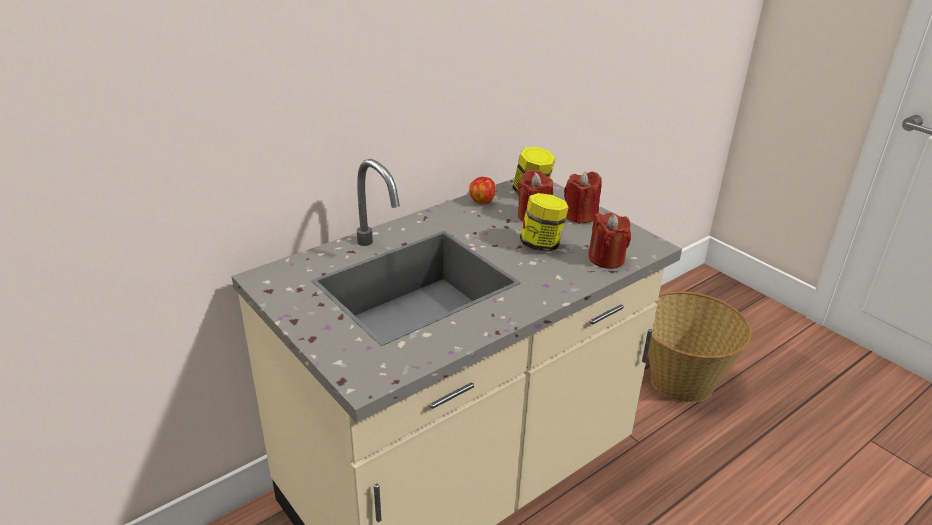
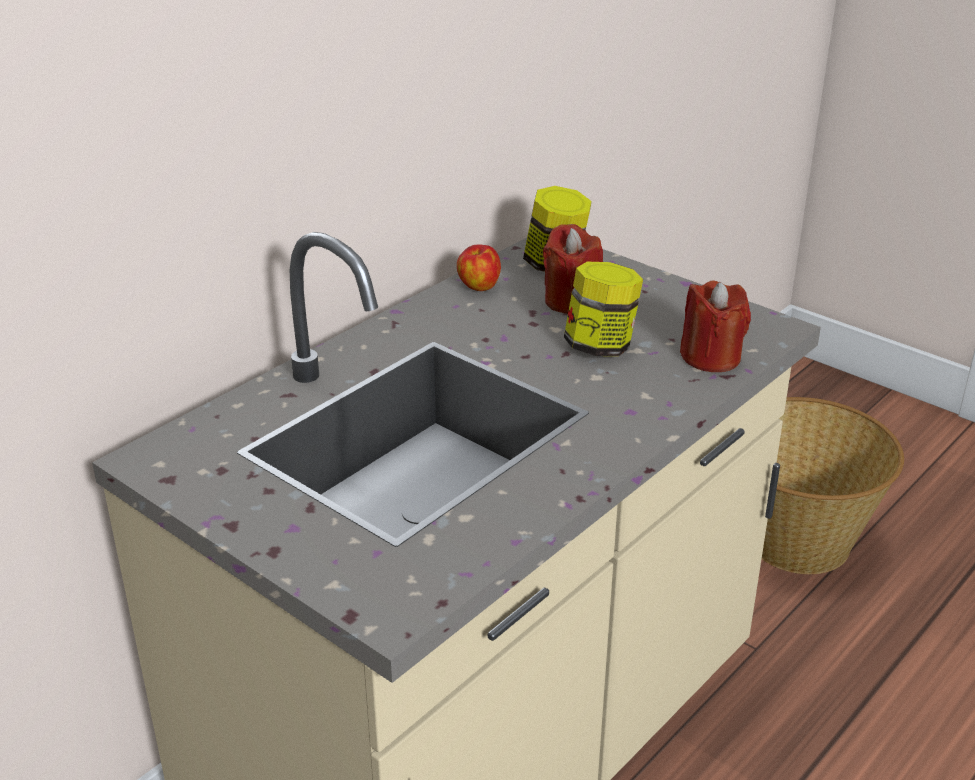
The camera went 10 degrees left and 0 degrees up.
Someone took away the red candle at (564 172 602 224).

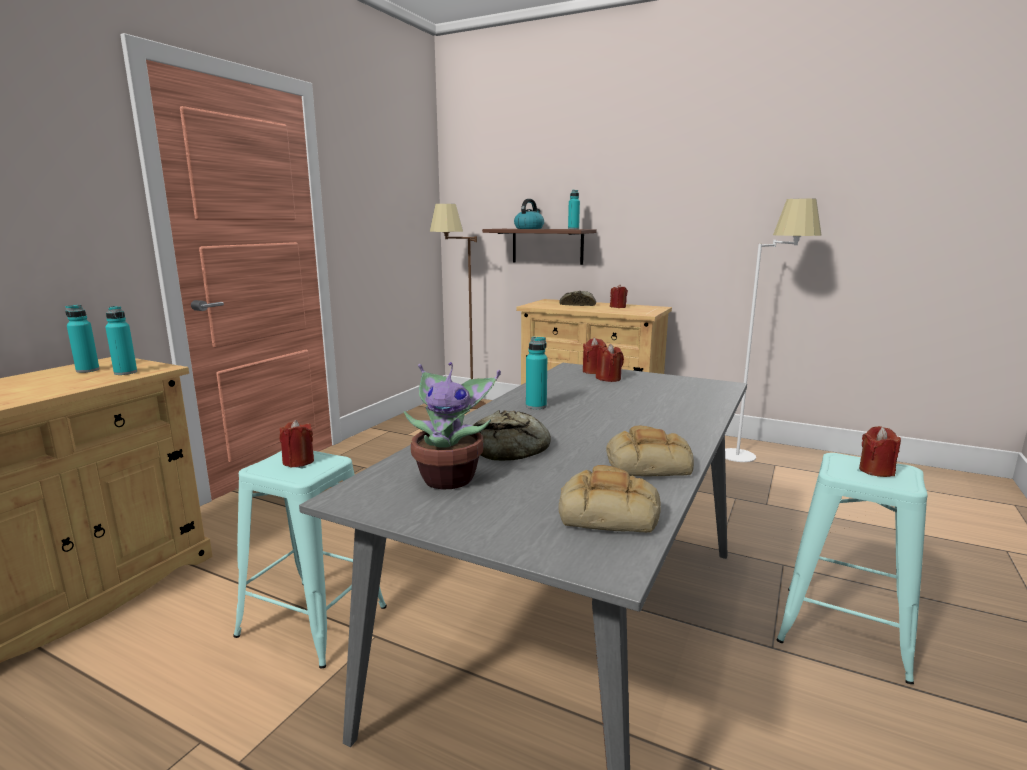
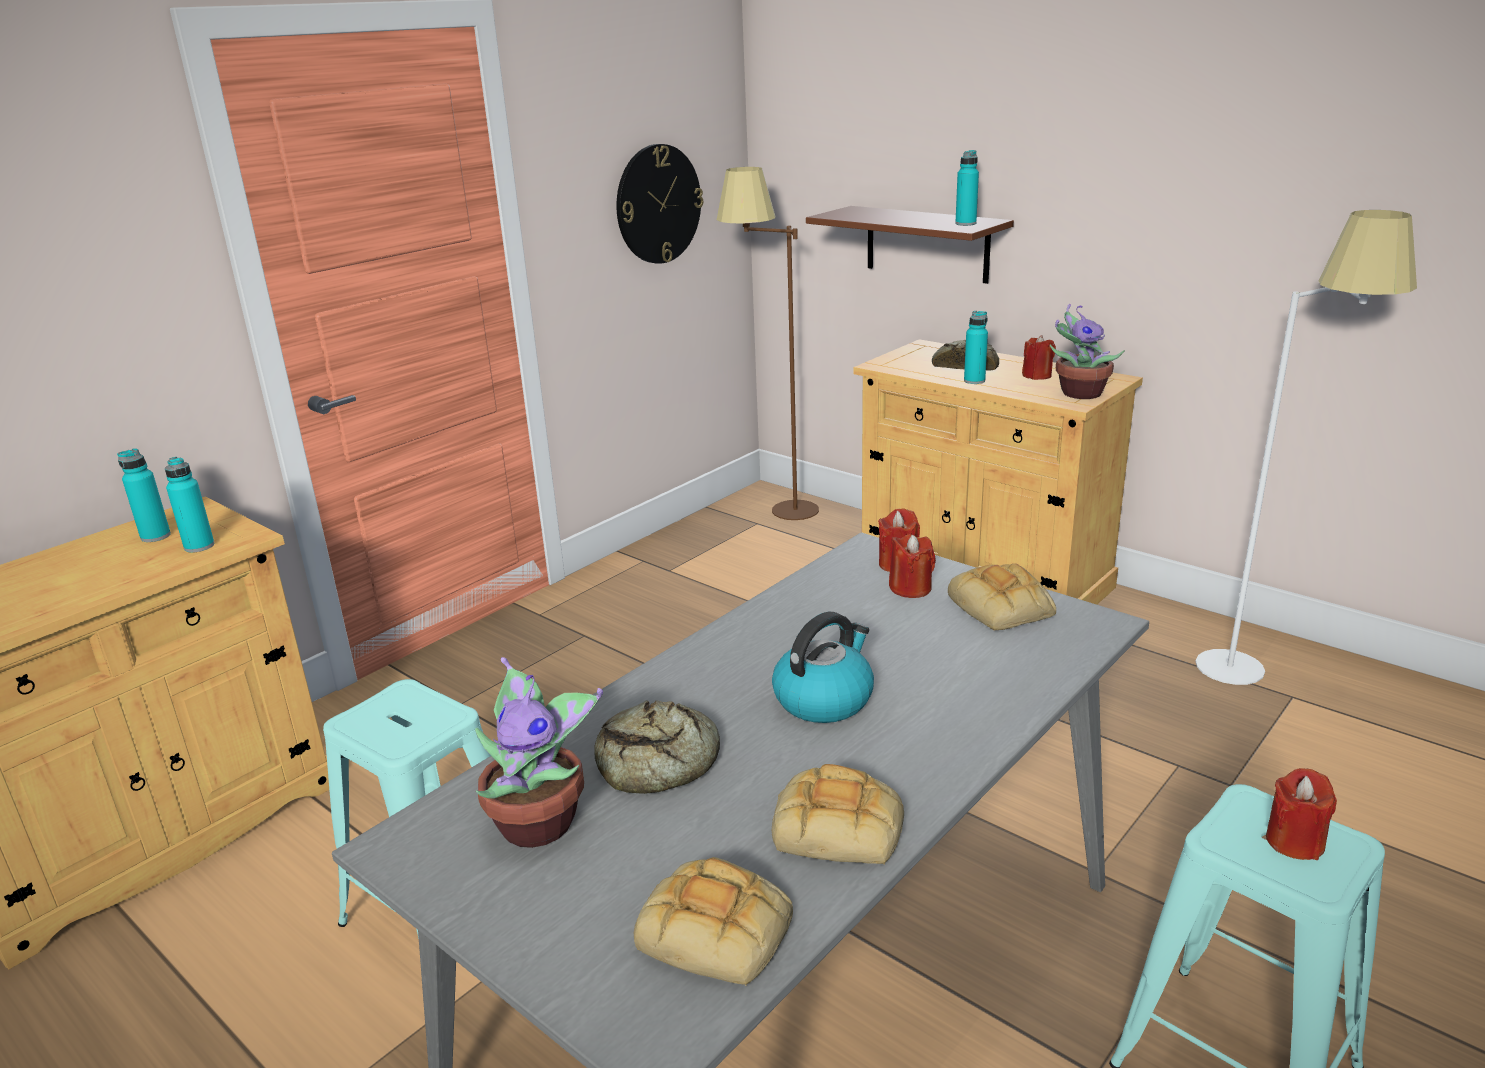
The camera went 15 degrees right and 10 degrees up.
Someone put up the wall clock at (616 144 703 264).
Someone carried the kettle from (514 199 544 229) to (772 612 874 723).
Someone put down the bread at (948 563 1056 631).
Someone carried the turquoise bottle from (526 336 547 409) to (964 311 988 384).
Someone put down the potted plant at (1050 304 1125 399).
Someone took away the red candle at (280 420 314 467).

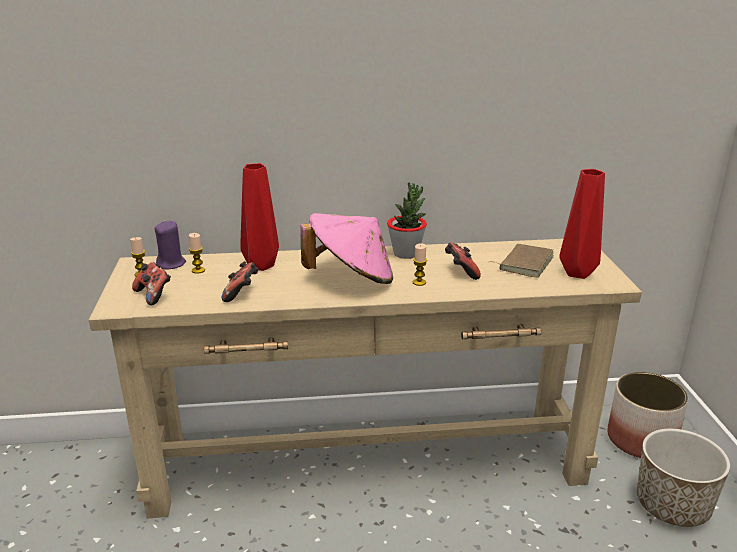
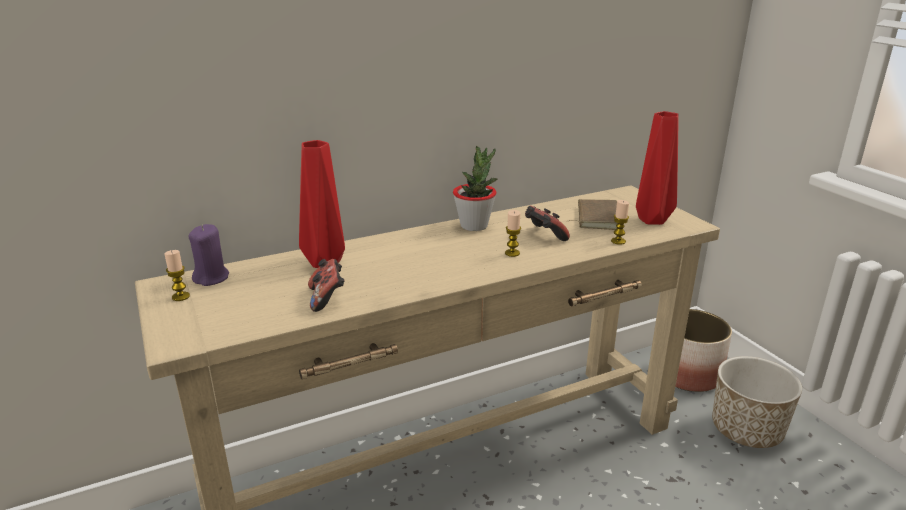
The camera went 20 degrees left and 0 degrees up.
Someone carried the candle from (189 233 205 274) to (611 200 629 245).
Someone took away the game controller at (132 262 171 305).
Someone took away the pink hat at (300 213 393 284).

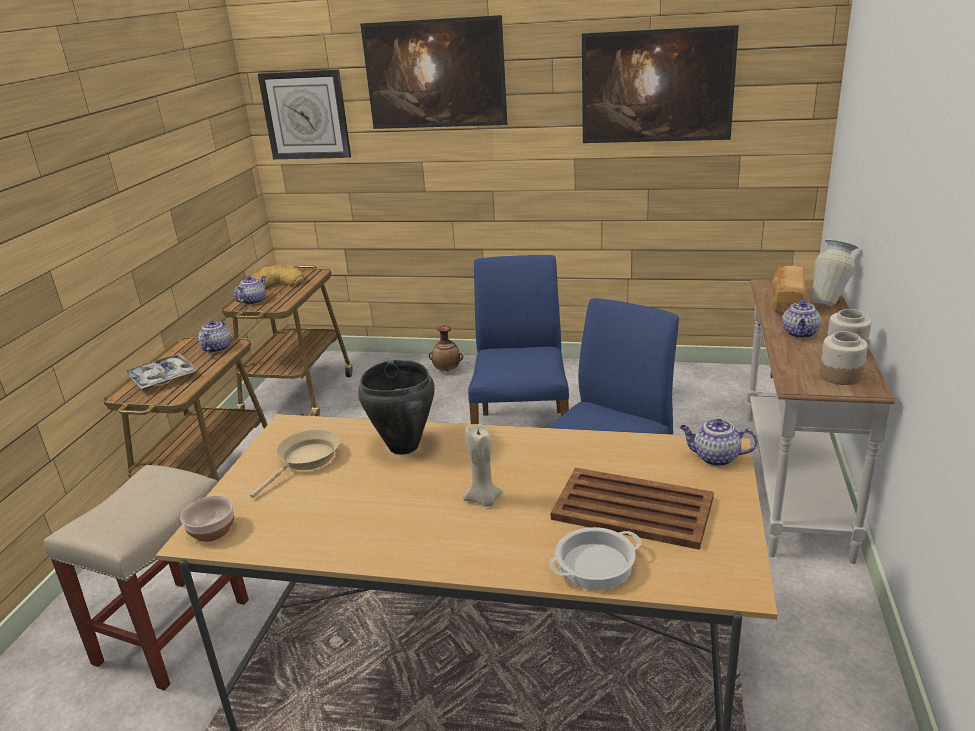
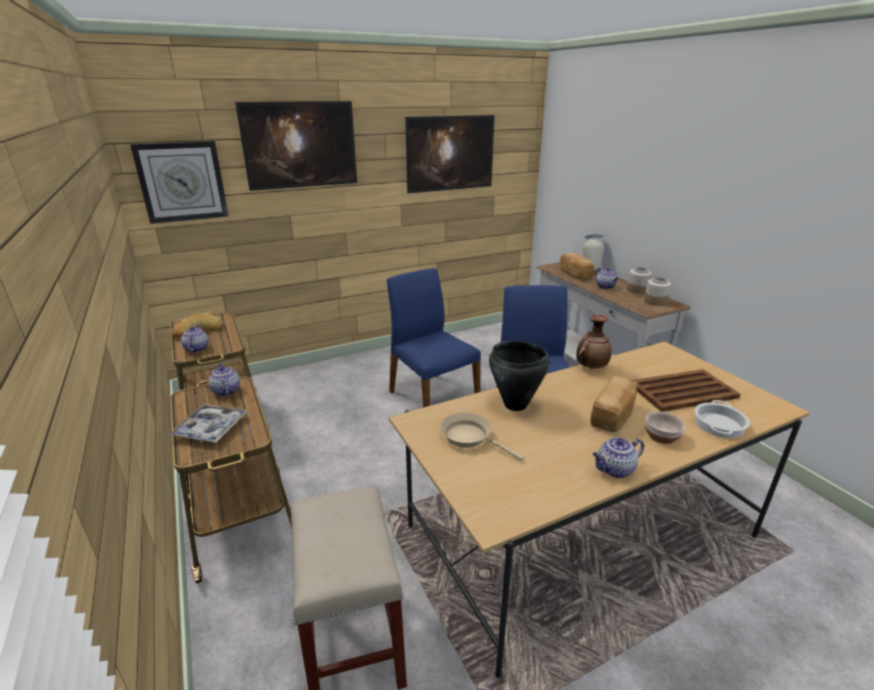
The camera went 40 degrees left and 0 degrees up.
Someone rotated the beige frying pan at (250 429 339 498) by 45 degrees counterclockwise.
Someone carried the vase from (429 325 463 371) to (576 315 611 369).
Someone swapped the beige candle at (463 424 503 507) for the bread at (590 376 637 432).
Someone carried the teapot from (680 419 758 466) to (593 437 644 478).
Someone carried the bowl from (180 495 234 542) to (645 411 685 444).

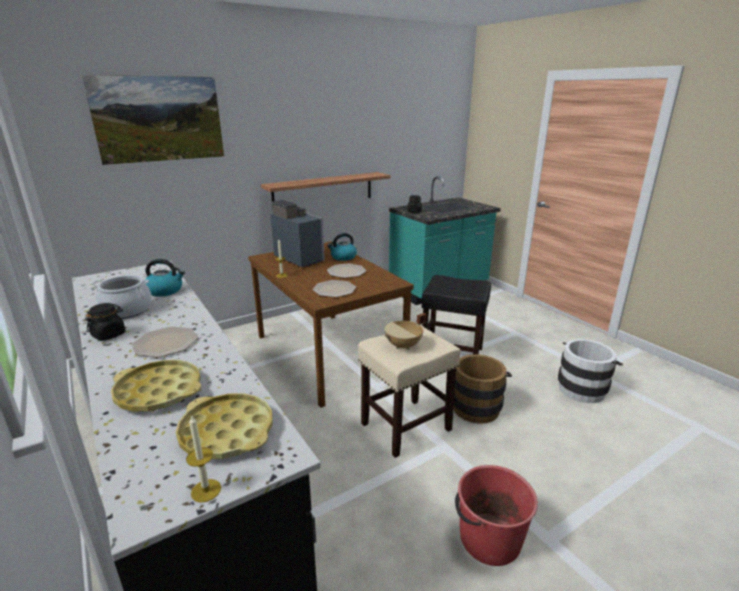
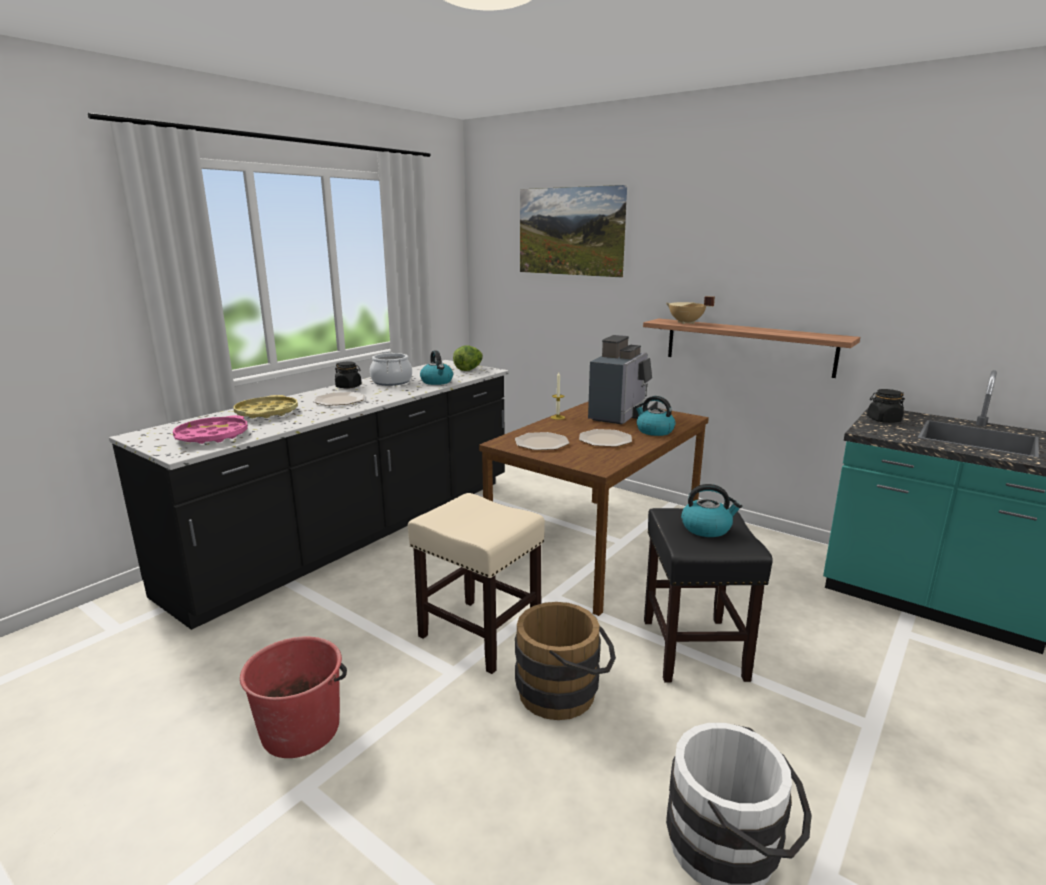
The camera went 70 degrees right and 5 degrees down.
Someone repainted the yellow tray at (176 393 273 459), which became the pink tray at (173 415 248 444).
Someone put down the lettuce at (453 345 483 371).
Someone carried the beige cooking pot from (384 313 427 350) to (666 296 715 324).
Someone put down the kettle at (681 484 742 537).
Someone took away the candle at (186 415 221 503).

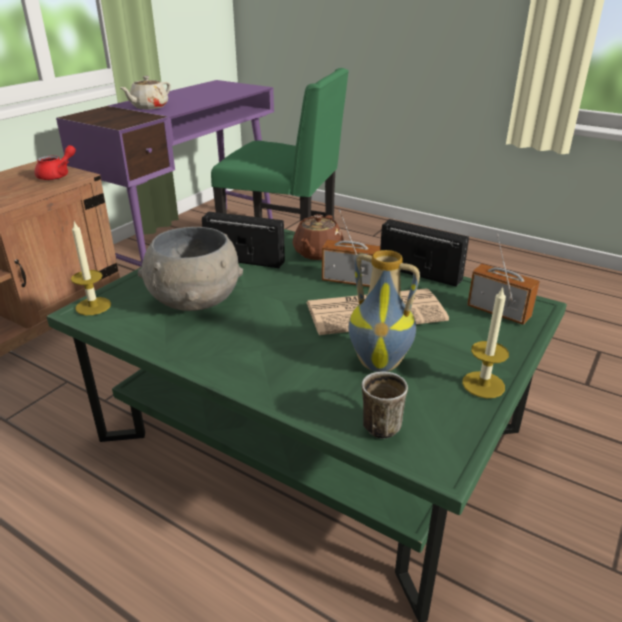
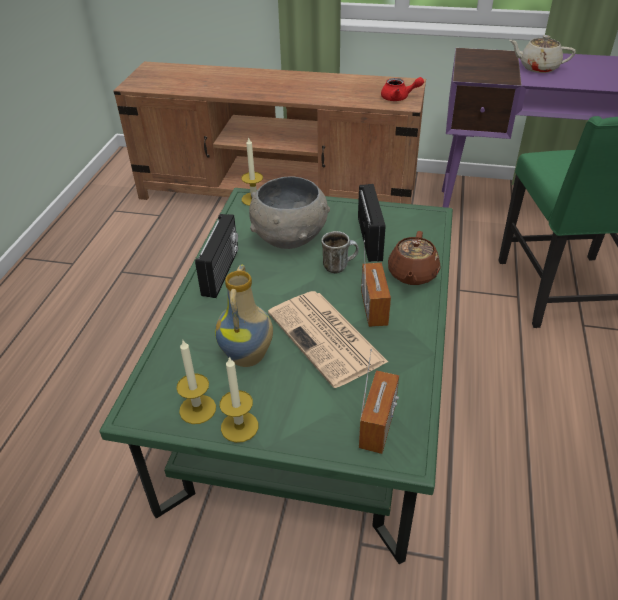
The camera went 70 degrees right and 10 degrees up.
Someone put down the candle at (176 340 216 424).
Someone carried the radio from (380 219 469 287) to (195 214 238 298).
Someone carried the mug from (362 372 408 439) to (321 231 359 274).
Someone rotated the brown teapot at (293 214 344 260) by 75 degrees counterclockwise.

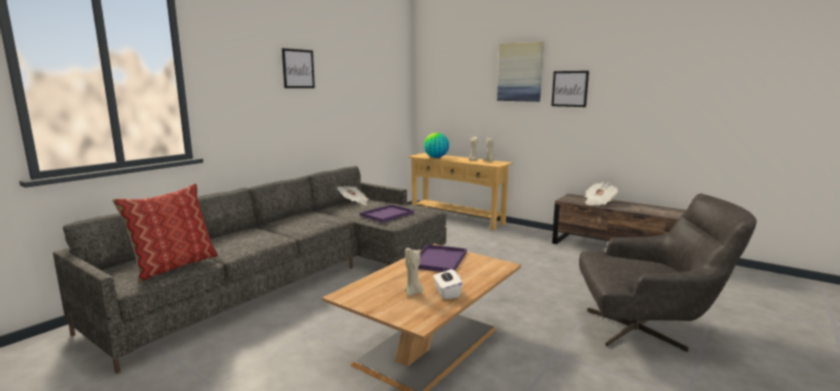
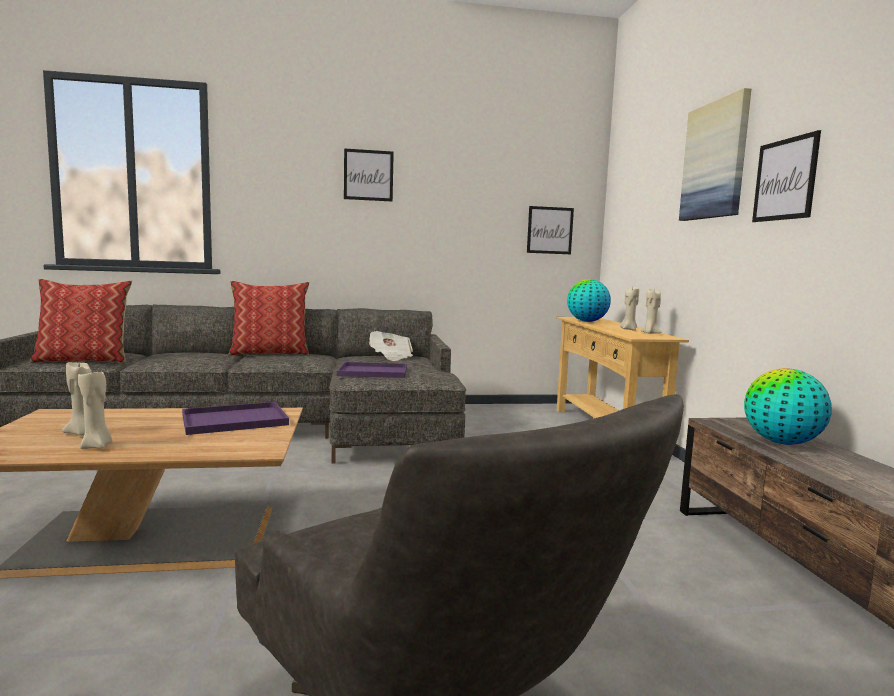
The camera went 45 degrees right and 5 degrees down.
Someone swapped the white tissue box at (433 269 463 299) for the beige candle at (78 368 113 449).
Someone put down the pillow at (228 281 309 356).
Someone put up the picture at (527 206 574 254).
Someone swapped the newspaper at (584 182 618 205) for the globe at (744 368 832 445).

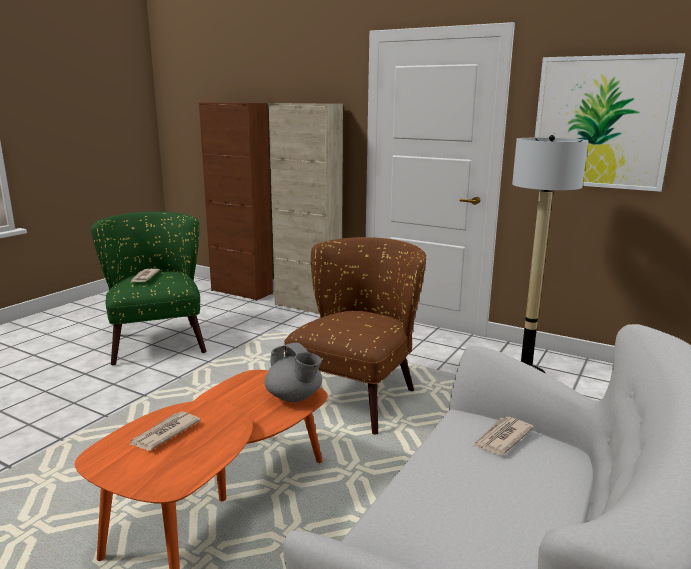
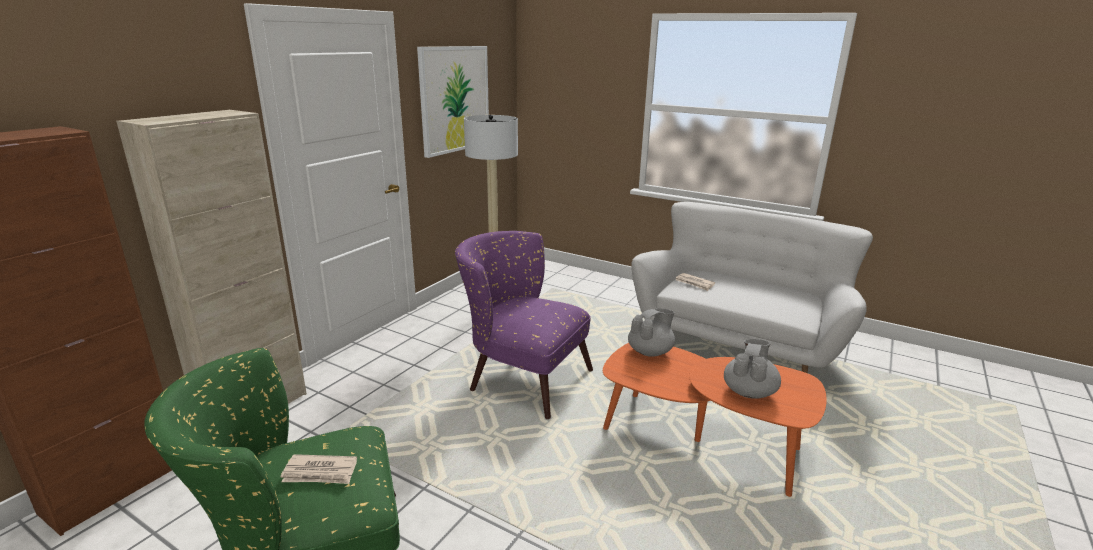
The camera went 90 degrees left and 5 degrees up.
Someone repainted the brown armchair at (284 237 426 434), which became the purple armchair at (455 231 593 419).
Someone swapped the newspaper at (129 412 201 451) for the grey teapot at (724 339 781 399).

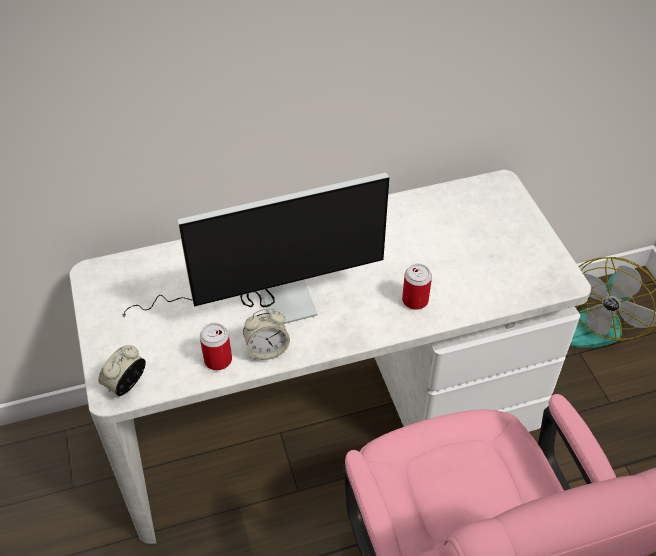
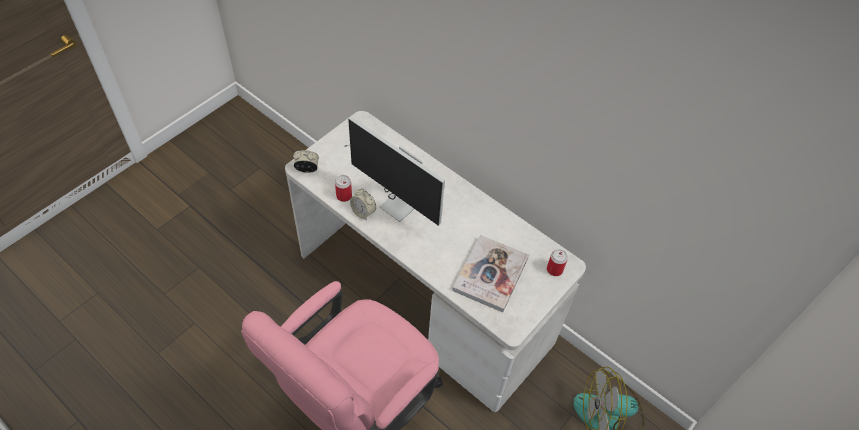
The camera went 55 degrees right and 5 degrees up.
Someone put down the book at (452 235 529 312).
Someone carried the can from (402 263 432 310) to (547 249 568 276).

